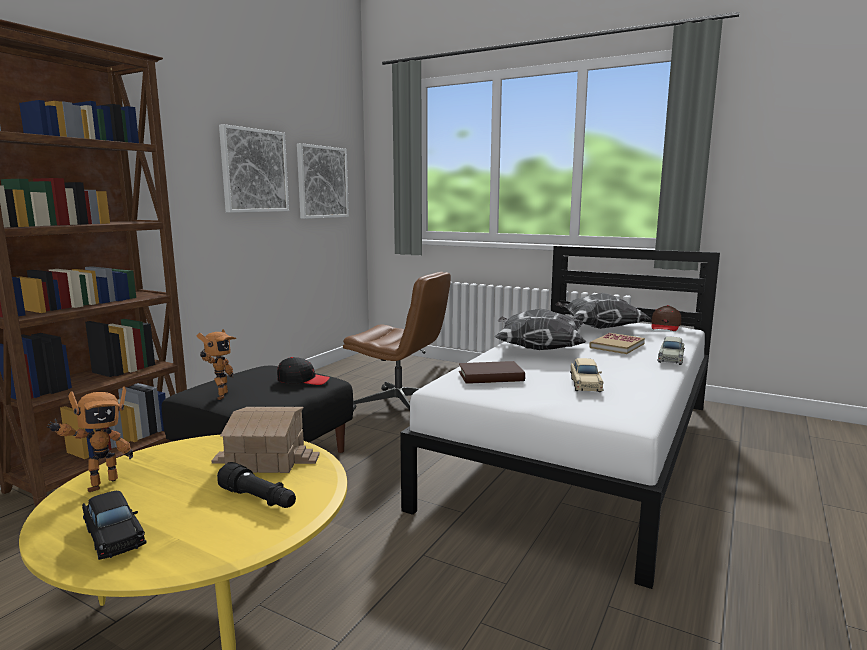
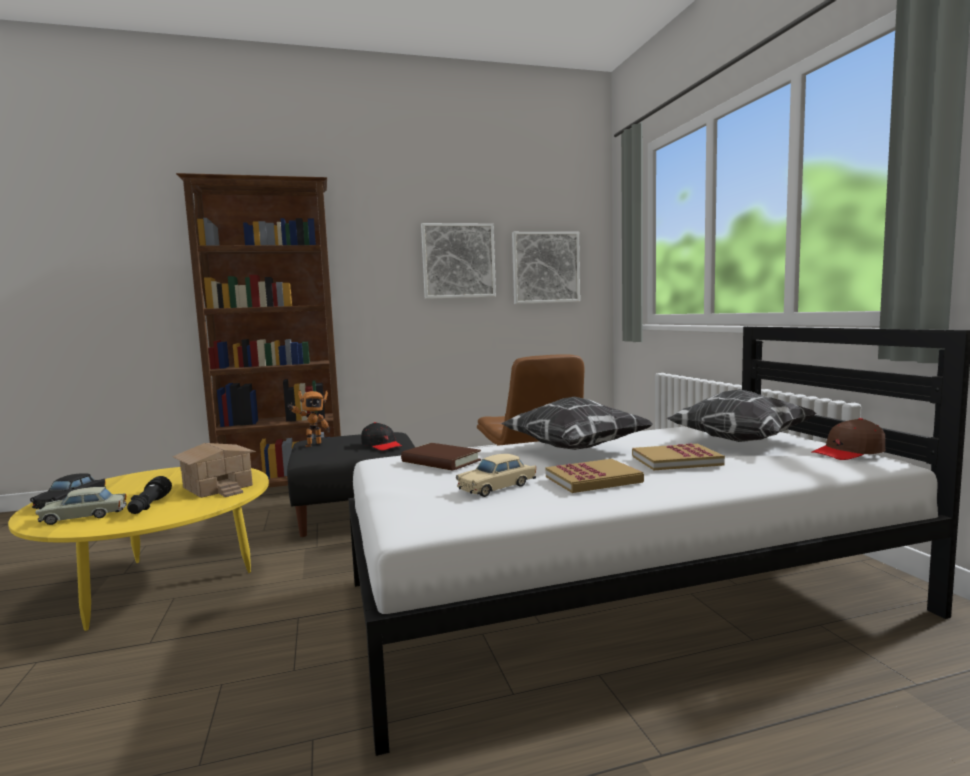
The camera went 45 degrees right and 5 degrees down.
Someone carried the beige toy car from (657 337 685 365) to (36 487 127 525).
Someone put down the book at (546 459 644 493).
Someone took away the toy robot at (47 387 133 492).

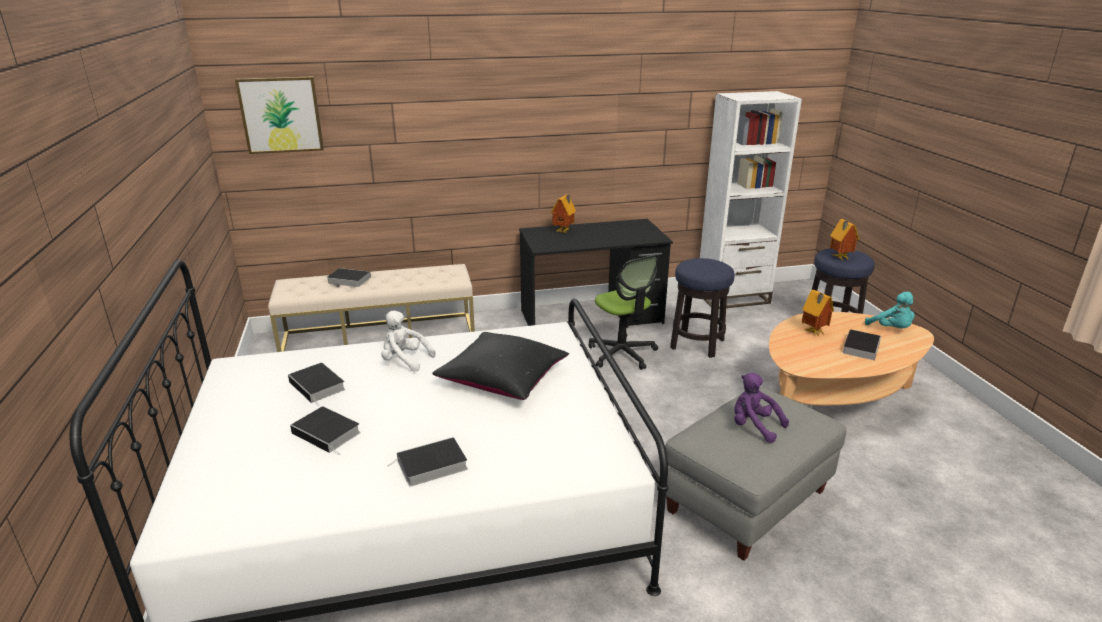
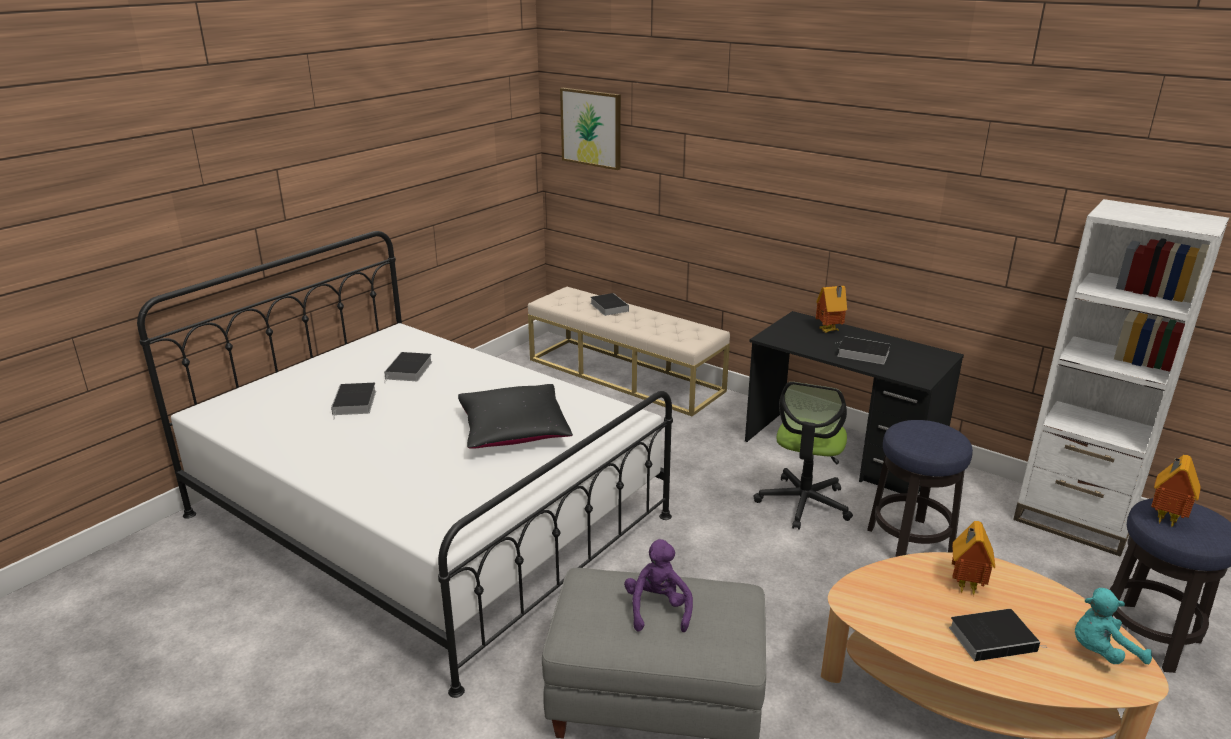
The camera went 50 degrees right and 0 degrees up.
Someone carried the book from (387 437 468 487) to (837 336 890 364).
Someone rotated the turquoise plush toy at (865 292 915 328) by 60 degrees clockwise.
Someone took away the white plush toy at (381 311 435 372).

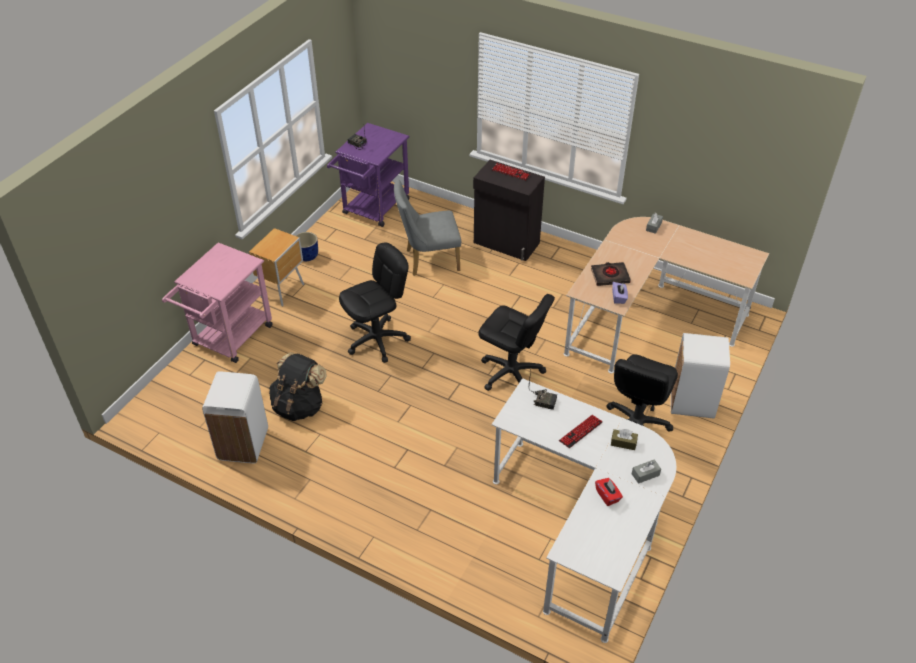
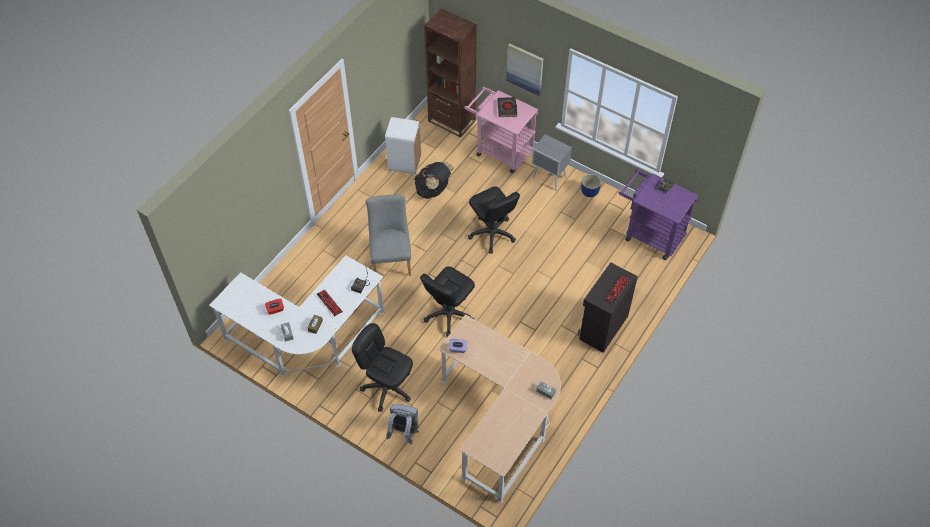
The camera went 95 degrees right and 10 degrees up.
Someone carried the grey chair from (394 179 461 276) to (366 195 411 276).
Someone swapped the white trash can at (671 333 730 419) for the grey backpack at (386 404 419 445).
Someone put down the brown bookcase at (424 9 477 138).
Someone carried the black book from (591 262 631 286) to (497 97 517 117).
Someone put up the picture at (506 43 544 96).
Someone repainted the brown nightstand at (249 228 304 306), which became the grey nightstand at (532 134 572 190).

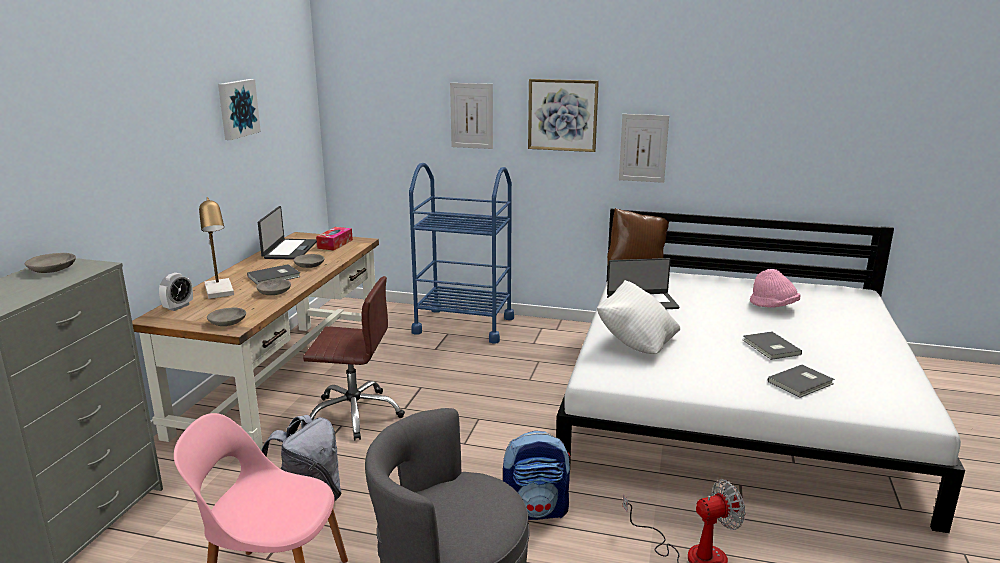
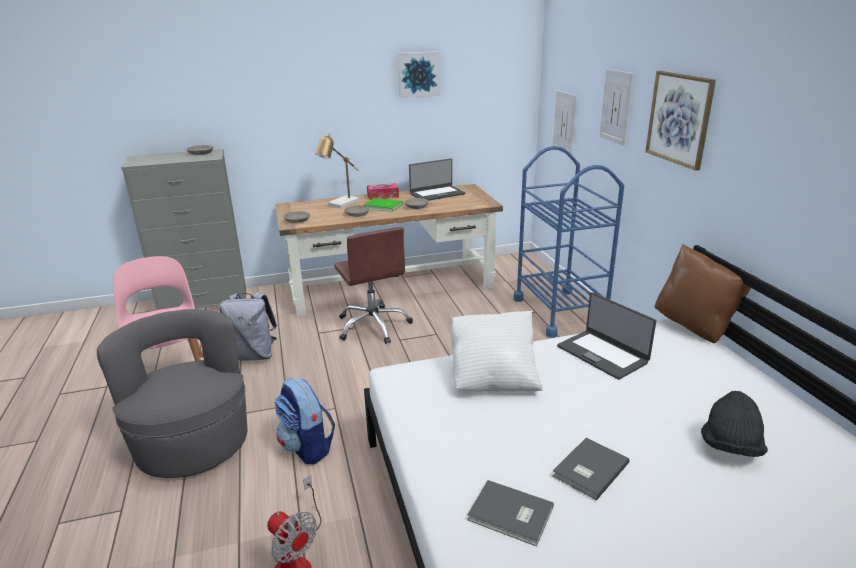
The camera went 60 degrees right and 5 degrees up.
Someone repainted the grey book at (247 264 300 285), which became the green book at (363 198 403 212).
Someone carried the tissue box from (316 227 353 250) to (367 183 399 200).
Someone carried the picture from (619 114 669 183) to (553 90 577 155).
Someone repainted the pink hat at (750 269 800 308), which became the black hat at (701 391 768 457).
Someone took away the alarm clock at (159 273 193 311).

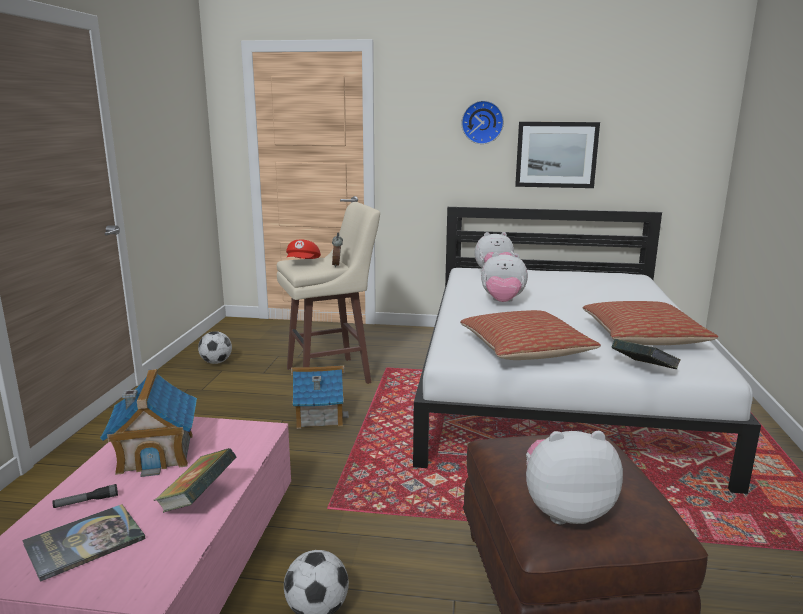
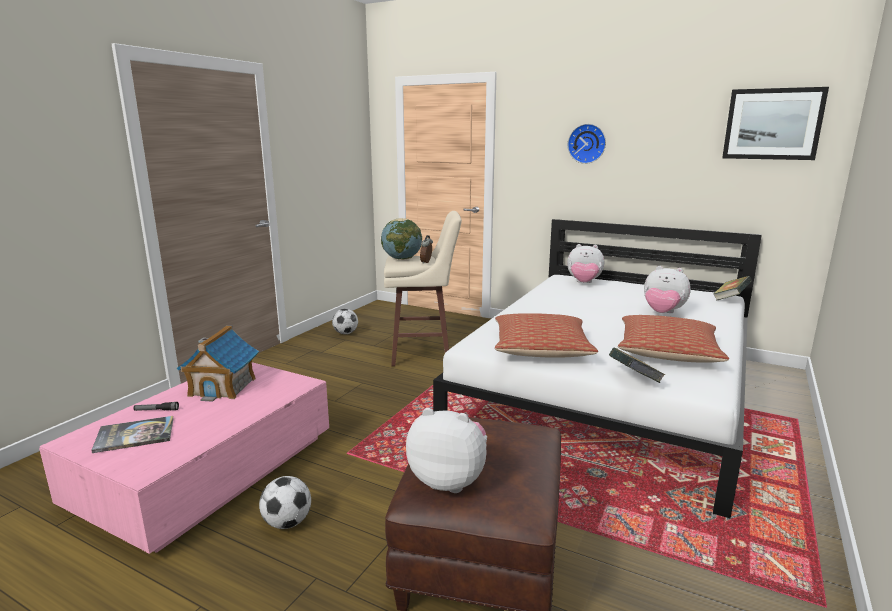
The camera went 20 degrees right and 0 degrees up.
Someone swapped the red cap at (286 240 321 259) for the globe at (381 218 422 260).
Someone carried the plush toy from (481 252 528 302) to (644 266 691 313).
Someone carried the book from (154 448 237 512) to (713 276 752 301).
Someone carried the picture from (515 122 600 188) to (722 87 829 160).
Someone took away the toy house at (291 365 349 429).

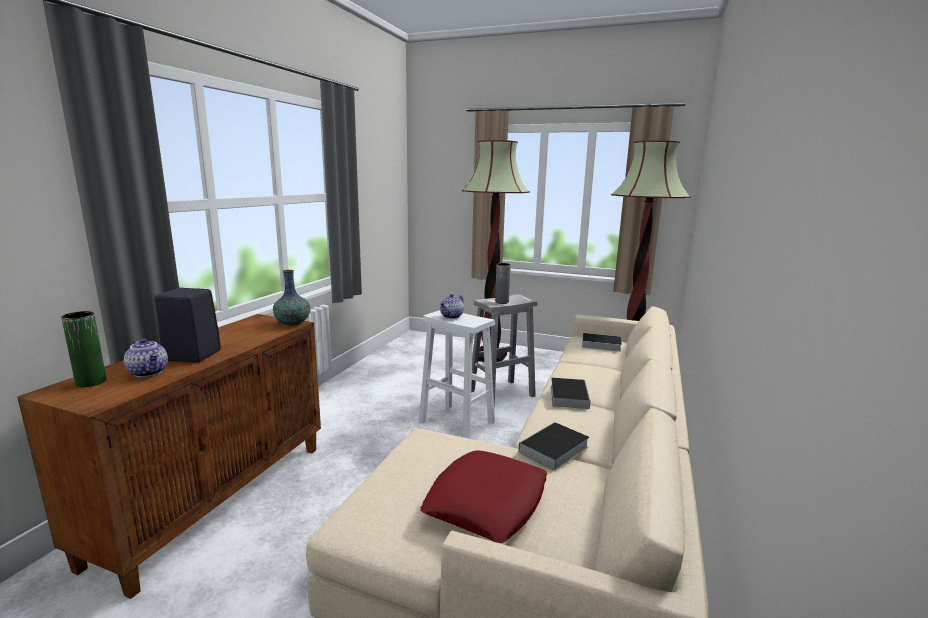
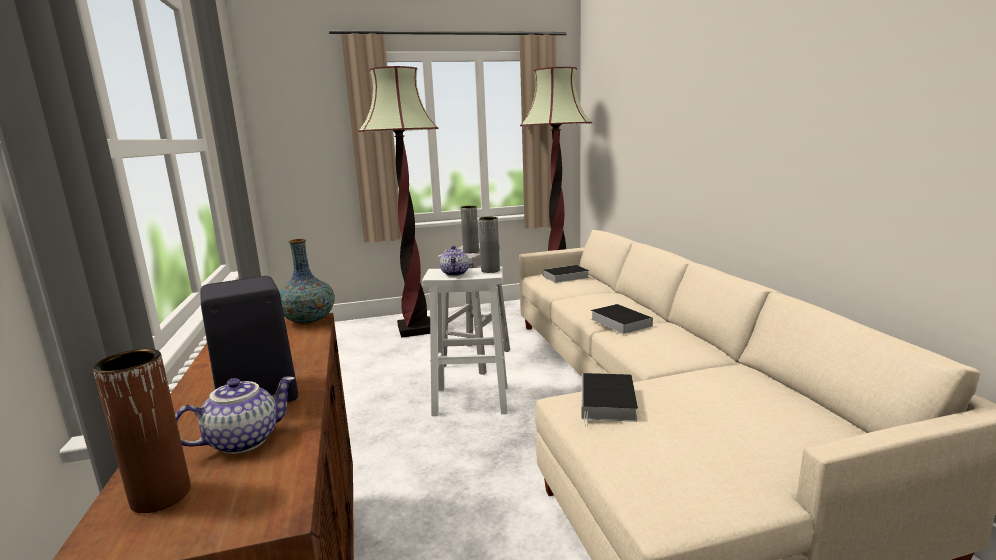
The camera went 35 degrees left and 0 degrees up.
Someone repainted the green vase at (61 311 106 387), which became the brown vase at (93 349 191 513).
Someone rotated the teapot at (124 338 168 377) by 45 degrees counterclockwise.
Someone put down the grey vase at (479 217 500 273).
Someone carried the book from (513 422 589 471) to (582 373 638 427).
Someone took away the red pillow at (420 450 547 543).

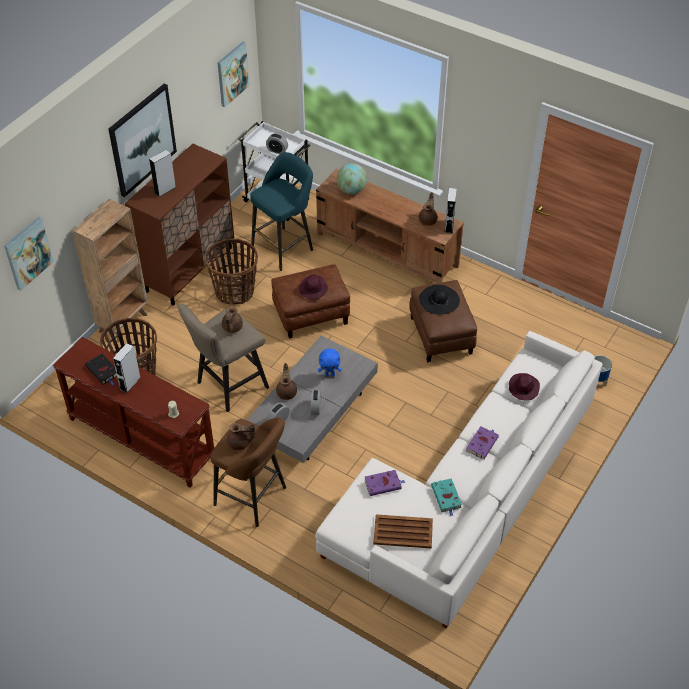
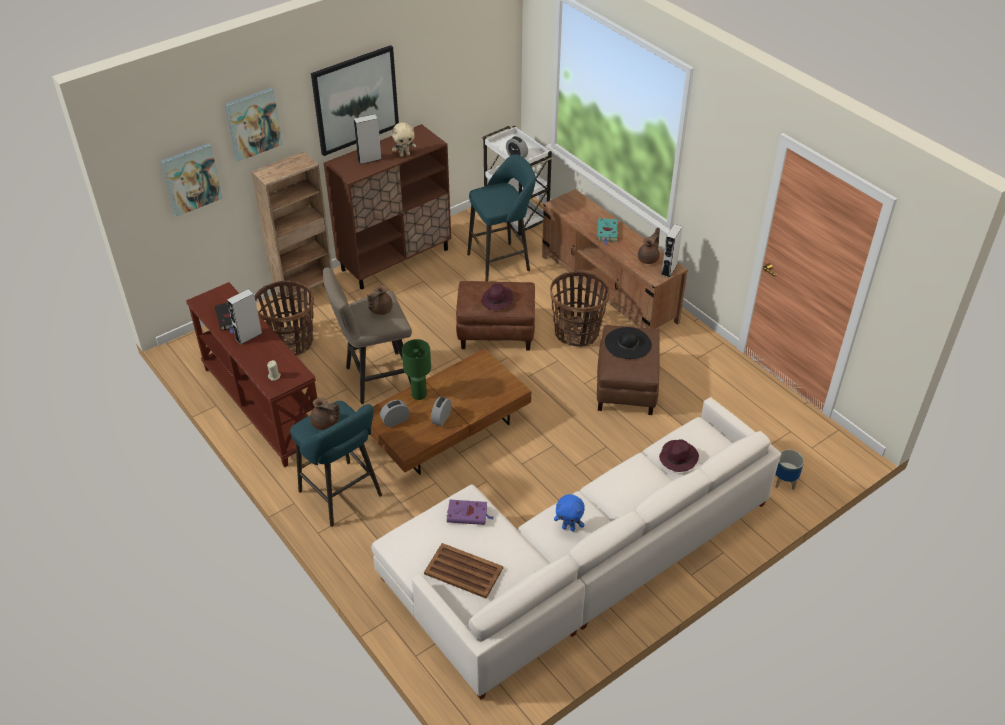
The camera went 20 degrees right and 5 degrees down.
Someone carried the picture from (217 41 249 107) to (225 87 283 162).
Someone repainted the brown stool at (210 417 286 527), which became the turquoise stool at (290 401 382 527).
Someone repainted the grey coffee table at (247 336 378 463), which became the brown coffee table at (371 349 531 475).
Someone put down the beige plush toy at (392 123 416 157).
Someone swapped the brown teapot at (276 363 297 400) for the green table lamp at (402 339 431 400).
Someone carried the basket from (205 239 258 305) to (550 271 610 347).
Someone carried the blue plush toy from (318 349 342 377) to (554 494 585 532).
Someone carried the turquoise book from (431 478 462 516) to (597 218 618 245).
Someone took away the globe at (337 163 367 194).
Someone took away the purple book at (466 426 499 459).

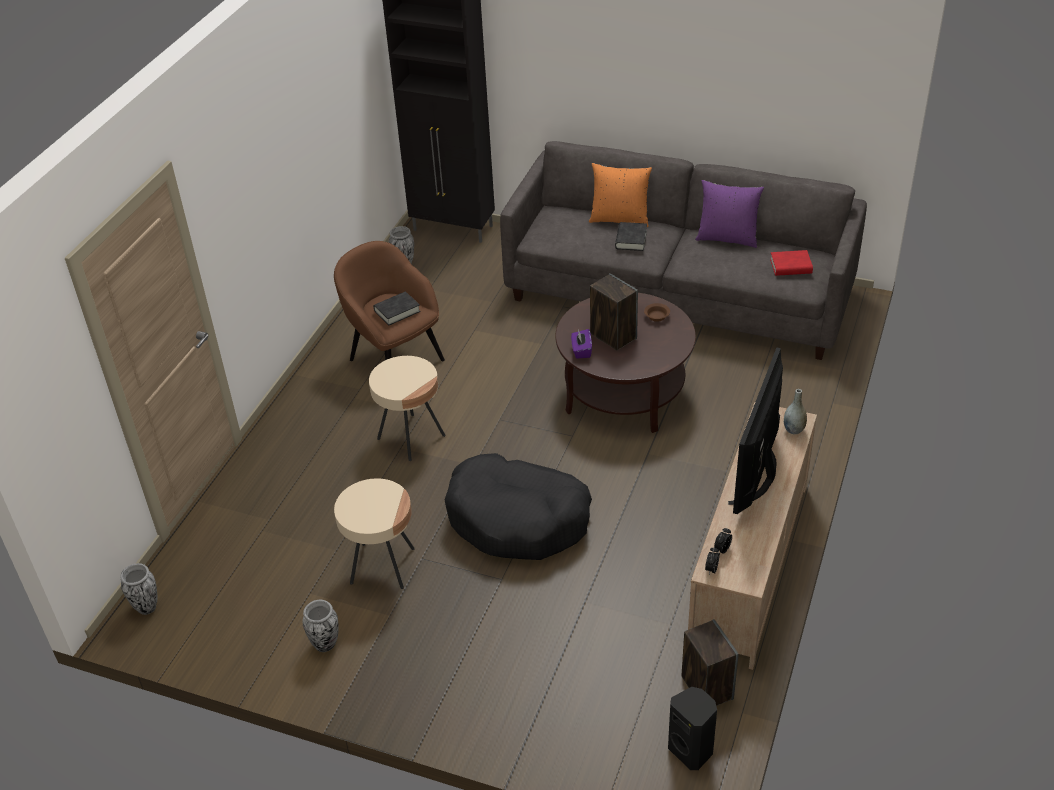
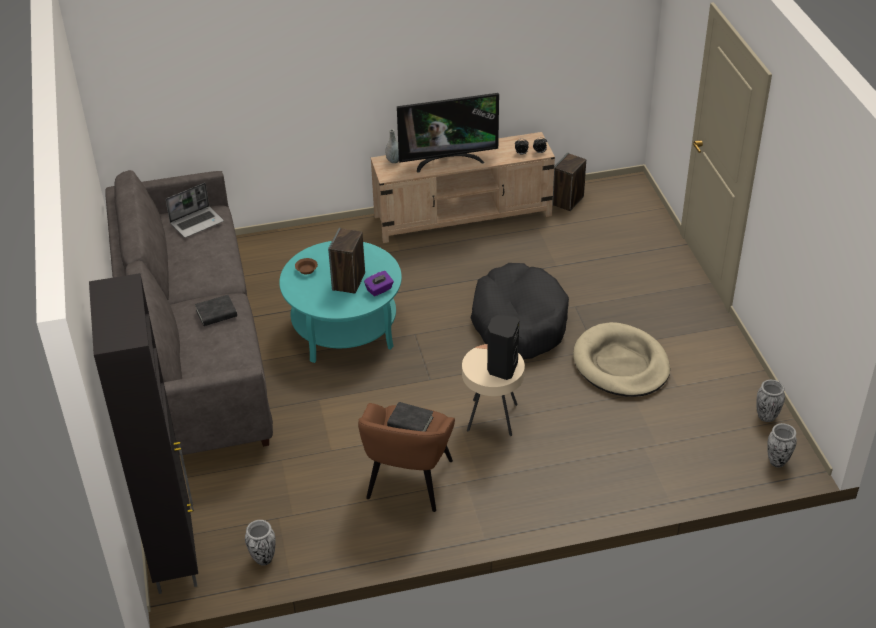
The camera went 125 degrees left and 0 degrees up.
Someone swapped the red book at (770 250 813 276) for the laptop at (166 183 224 238).
Someone repainted the brown coffee table at (555 293 696 433), which became the turquoise coffee table at (279 241 402 363).
Someone carried the black speaker from (668 687 717 770) to (487 315 519 380).
Someone swapped the beige side table at (334 478 415 589) for the beige dog bed at (573 322 670 397).
Someone carried the vase from (302 600 338 652) to (757 380 785 422).
Someone took away the orange pillow at (589 163 652 227).
Someone took away the purple pillow at (695 180 764 248).

